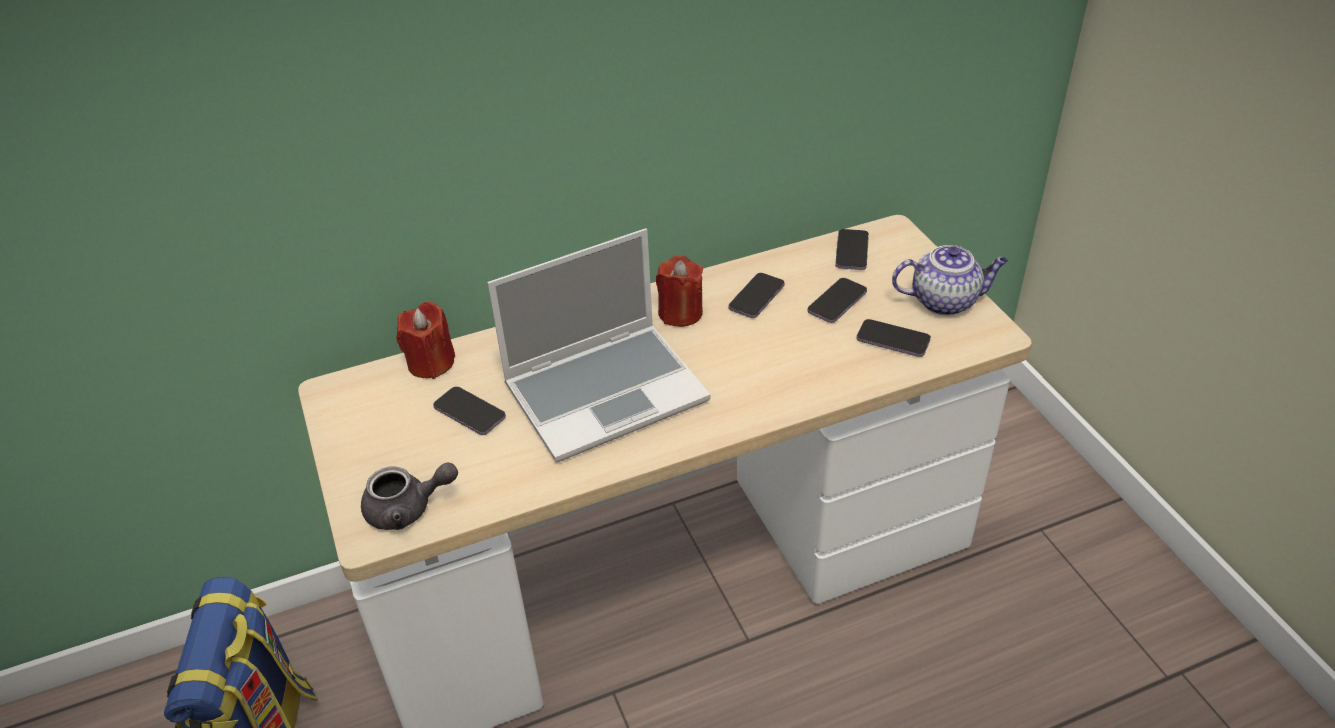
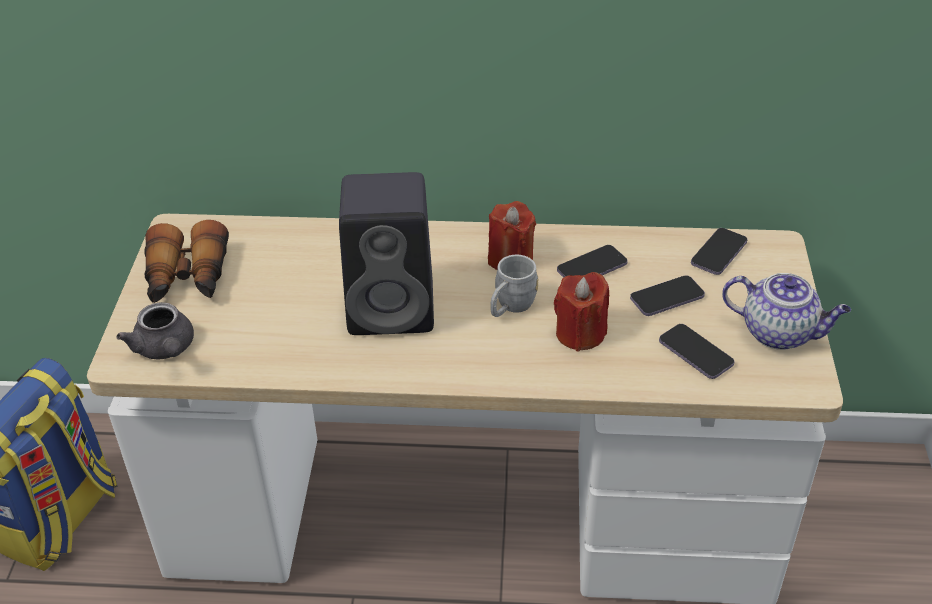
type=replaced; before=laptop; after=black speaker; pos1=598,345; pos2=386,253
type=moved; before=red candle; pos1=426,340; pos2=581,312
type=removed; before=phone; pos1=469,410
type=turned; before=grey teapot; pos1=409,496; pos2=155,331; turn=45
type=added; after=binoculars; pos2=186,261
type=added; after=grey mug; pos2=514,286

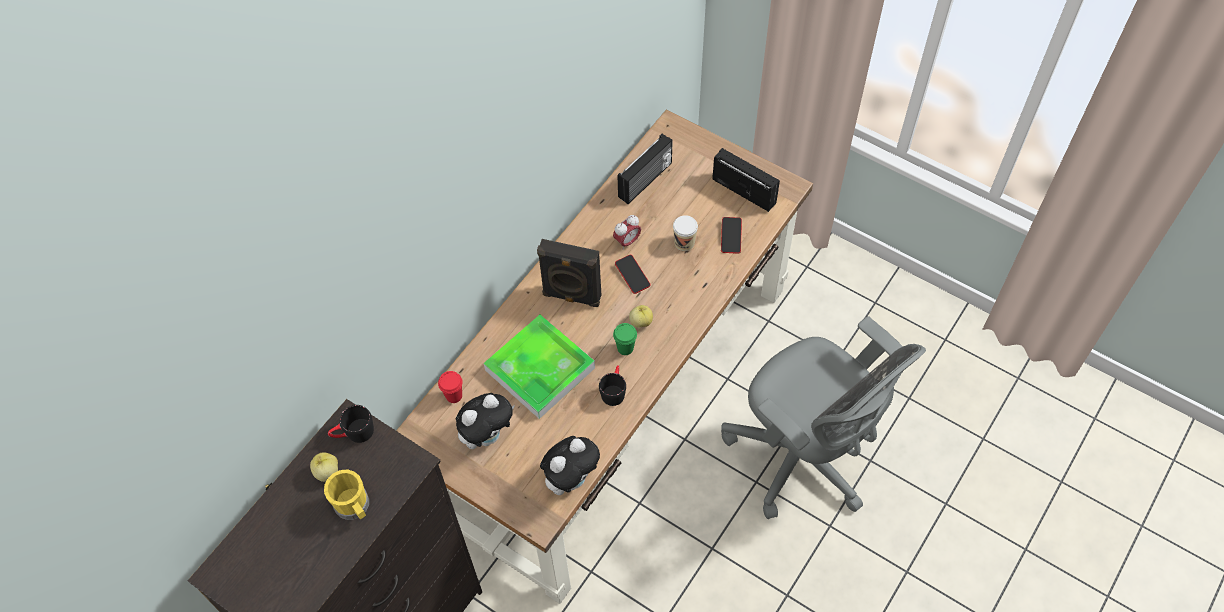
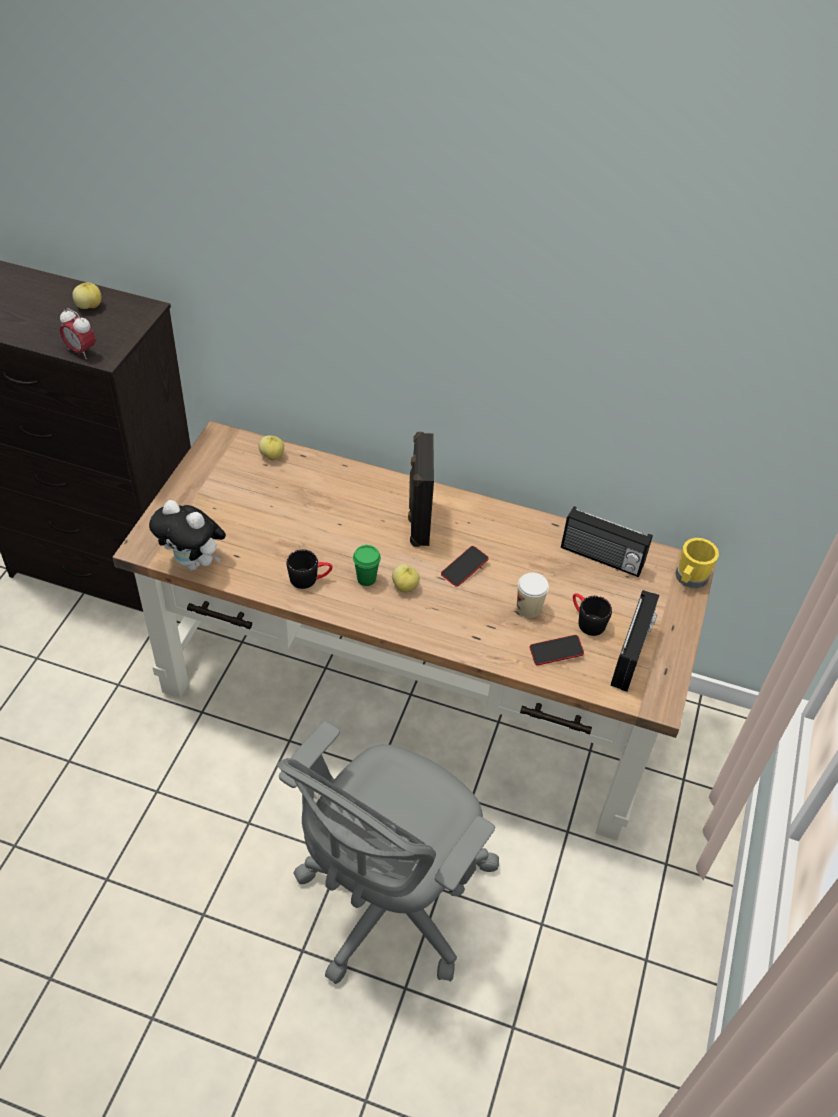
type=moved; before=alarm clock; pos1=627,232; pos2=78,333
type=removed; before=tray; pos1=539,367
type=replaced; before=red cup; after=apple; pos1=450,387; pos2=271,447
type=removed; before=plush toy; pos1=485,421
type=moved; before=black mug; pos1=351,424; pos2=592,614
type=moved; before=yellow mug; pos1=346,495; pos2=697,563

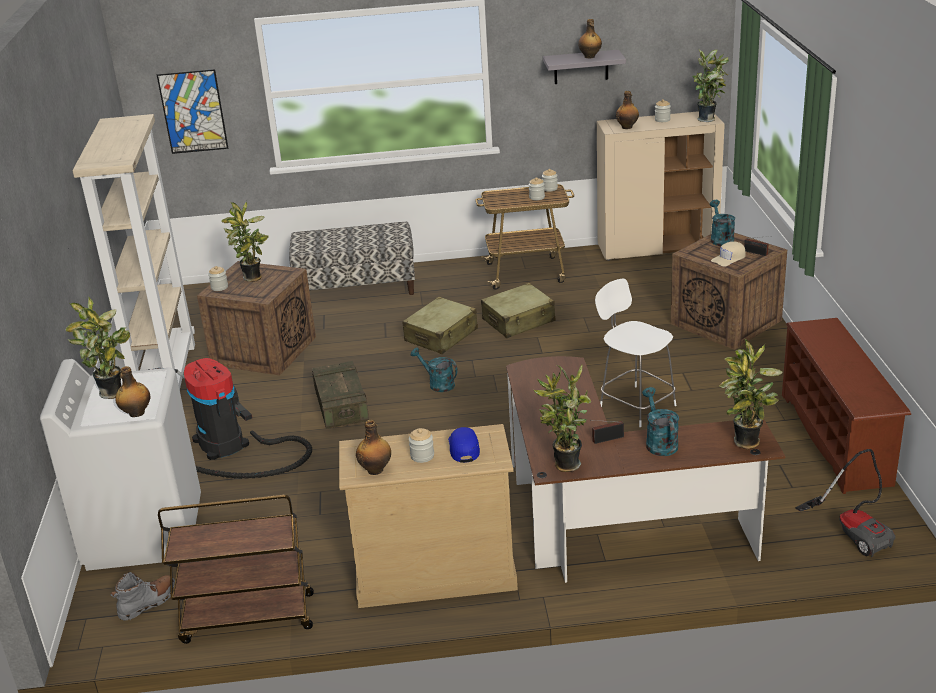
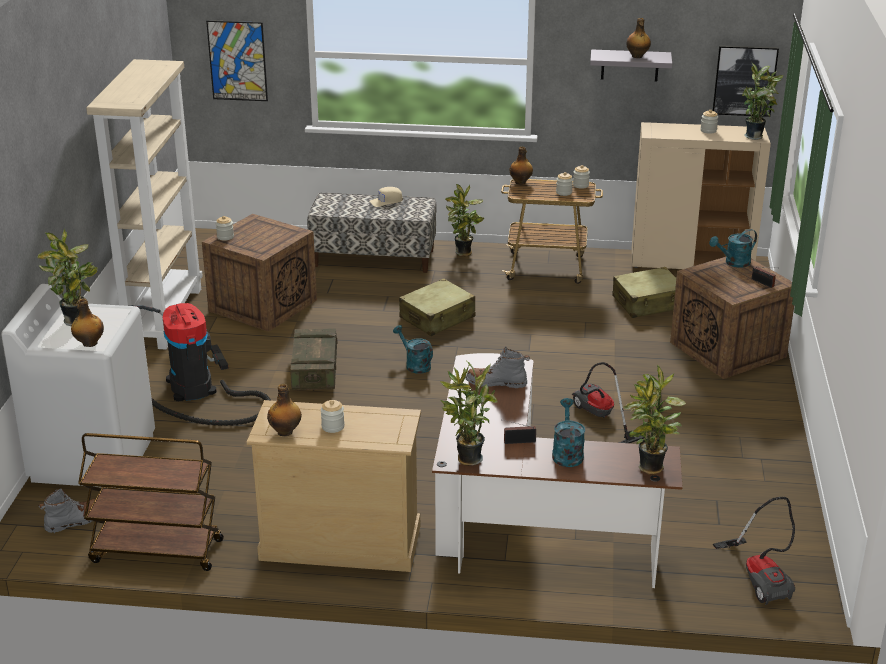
type=moved; before=bottle; pos1=627,110; pos2=521,166
type=turned; before=turquoise watering can; pos1=722,223; pos2=733,248; turn=-120
type=moved; before=potted plant; pos1=245,242; pos2=464,220
type=moved; before=beige cap; pos1=728,254; pos2=386,197
type=replaced; before=white chair; after=vacuum cleaner; pos1=635,353; pos2=608,402
type=moved; before=beige suitcase; pos1=518,310; pos2=644,292
type=removed; before=brown shoe rack; pos1=846,406
type=removed; before=blue cap; pos1=464,445
type=added; after=picture; pos2=745,81
type=added; after=grey boot; pos2=497,367

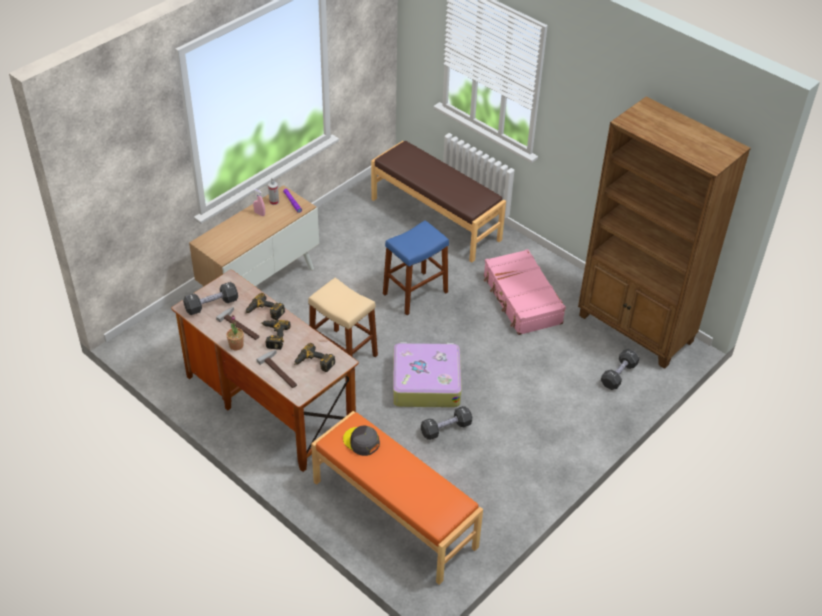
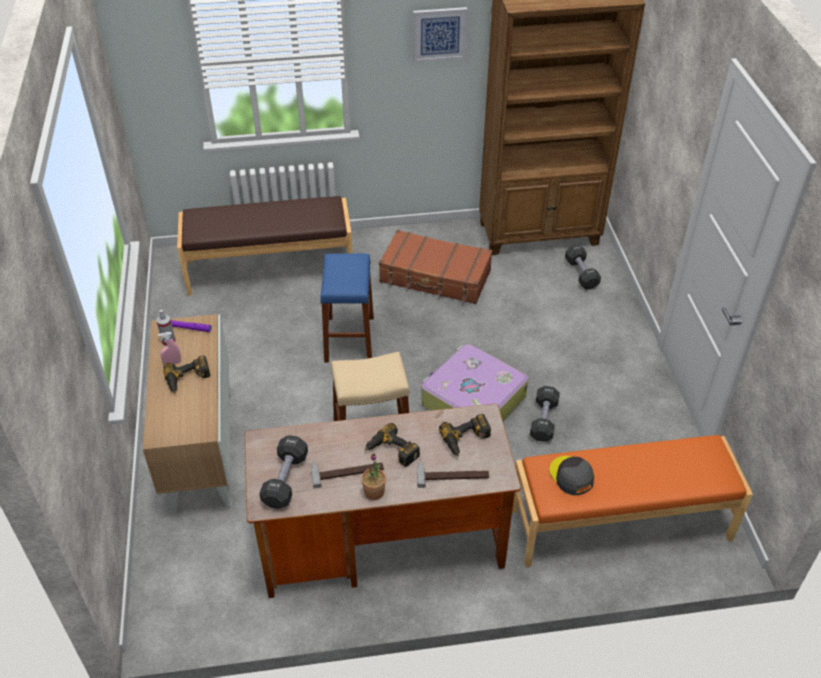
type=recoloured; before=pink suitcase; after=brown suitcase; pos1=525,292; pos2=435,267
type=moved; before=power drill; pos1=265,306; pos2=187,374
type=turned; before=grey cap; pos1=361,440; pos2=572,476; turn=75
type=added; after=picture; pos2=440,35

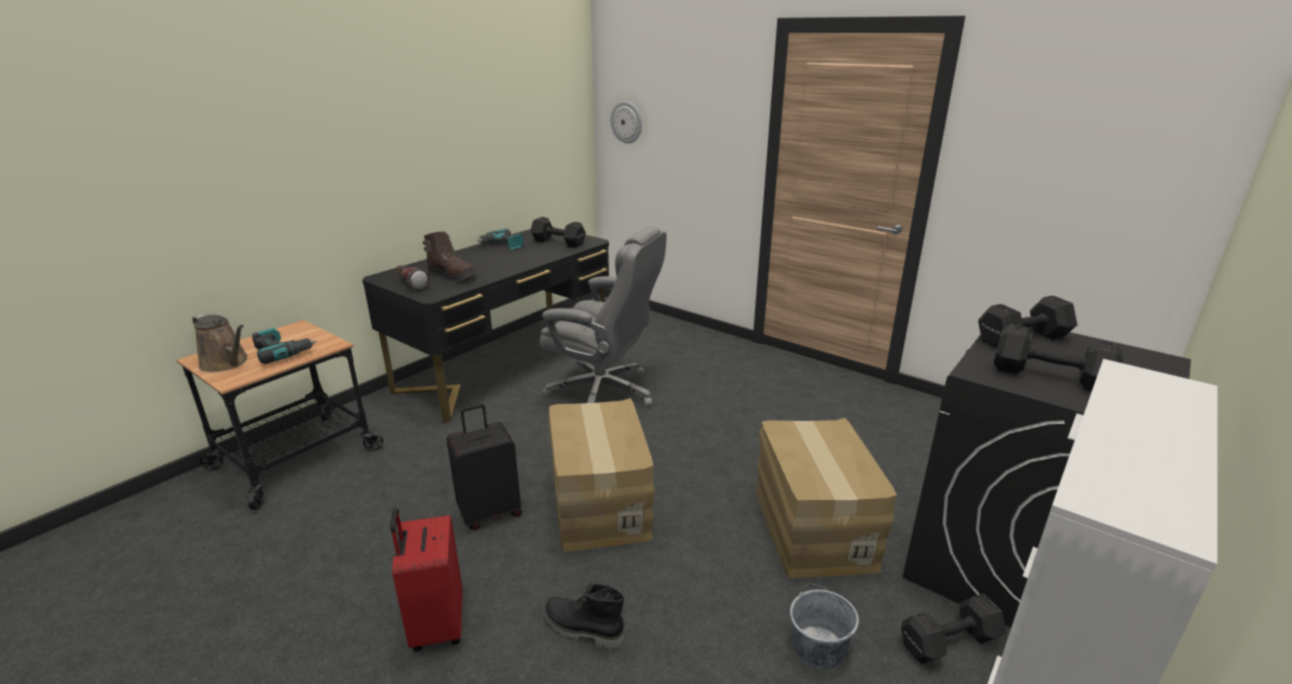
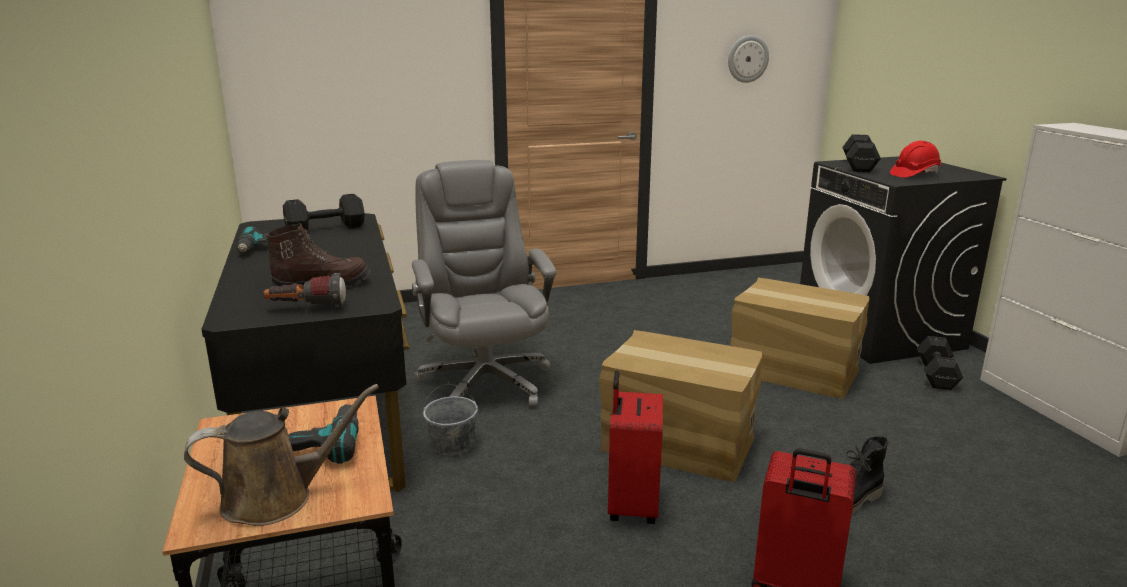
type=moved; before=wall clock; pos1=626,122; pos2=748,59
type=turned; before=grey office chair; pos1=603,316; pos2=484,283; turn=-75
type=replaced; before=black dumbbell; after=red hard hat; pos1=1058,357; pos2=915,159
type=recoloured; before=black suitcase; after=red suitcase; pos1=484,467; pos2=635,447
type=moved; before=grey bucket; pos1=824,626; pos2=450,420

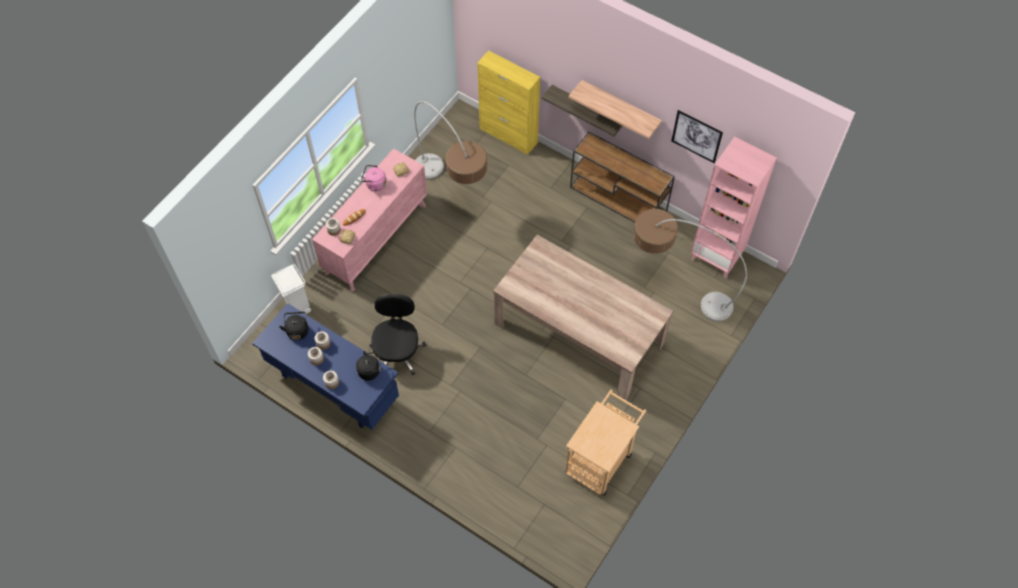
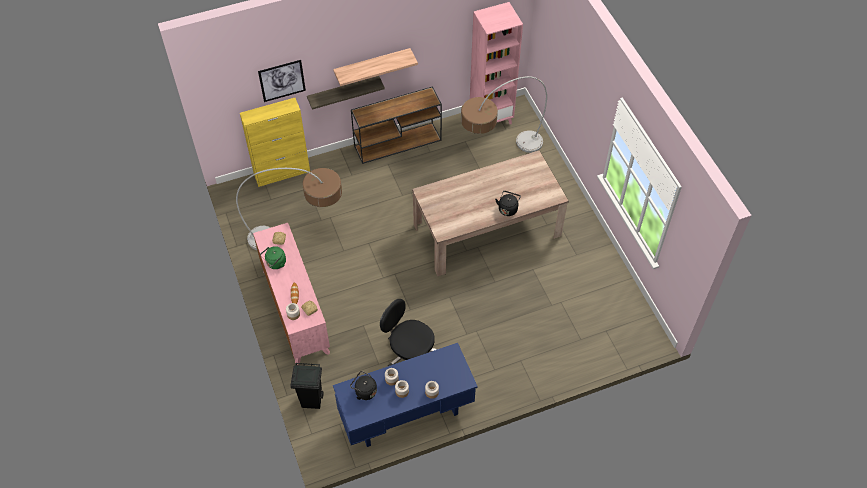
type=moved; before=picture; pos1=697,136; pos2=282,81
type=recoloured; before=pink kettle; after=green kettle; pos1=374,178; pos2=273,257
type=recoloured; before=white trash can; after=black trash can; pos1=291,289; pos2=307,386
type=moved; before=black kettle; pos1=369,365; pos2=508,203
type=removed; before=beige cart; pos1=605,442

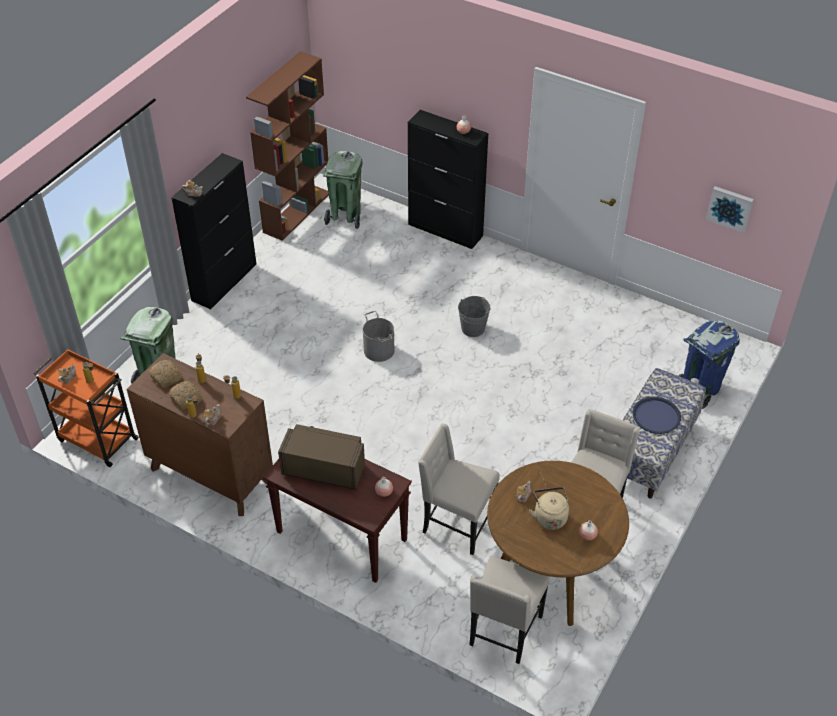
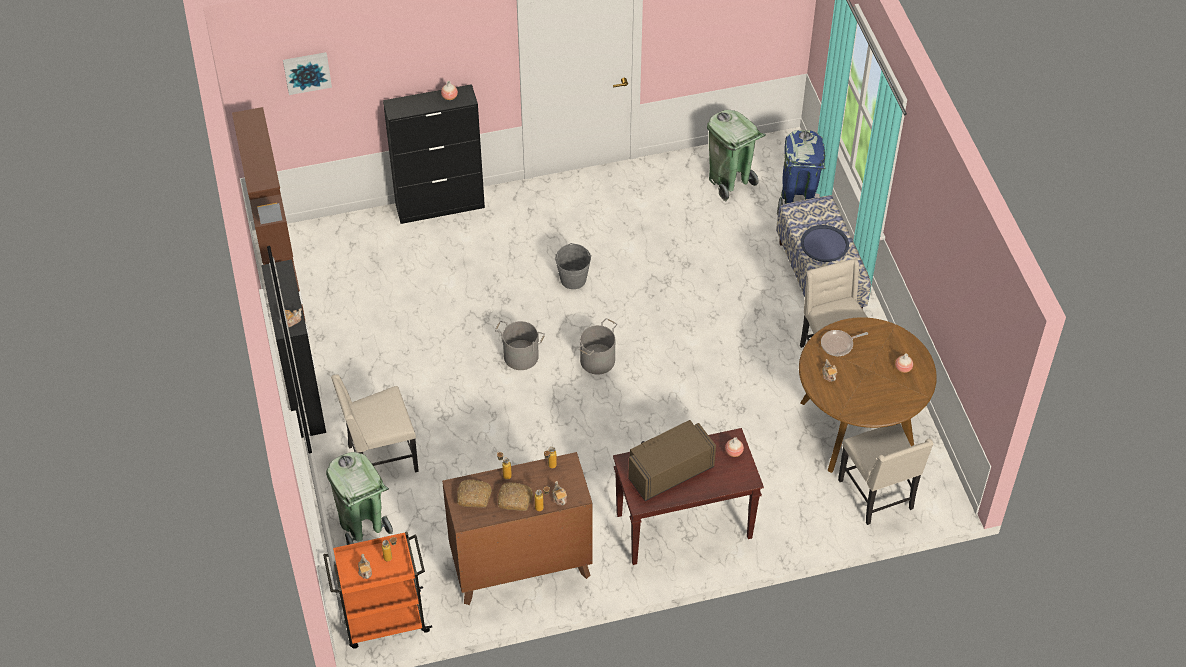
type=moved; before=green trash can; pos1=343,190; pos2=736,155
type=moved; before=picture; pos1=730,209; pos2=307,73
type=moved; before=beige chair; pos1=459,489; pos2=375,424
type=removed; before=beige kettle; pos1=549,508
type=added; after=grey bucket; pos2=597,346
type=added; after=frying pan; pos2=844,343

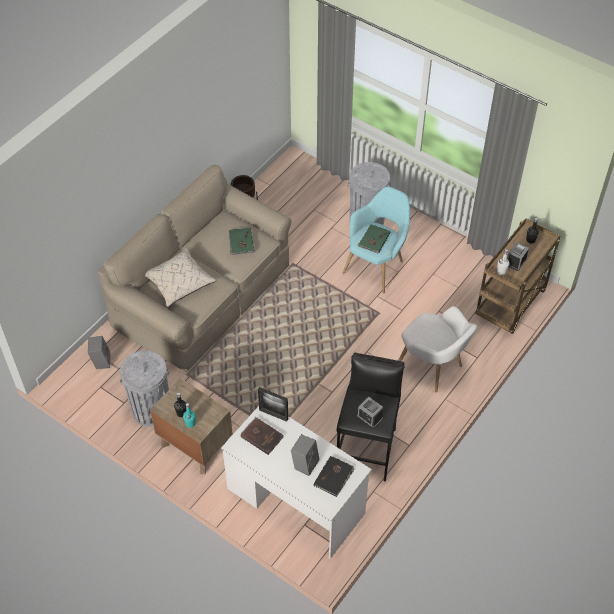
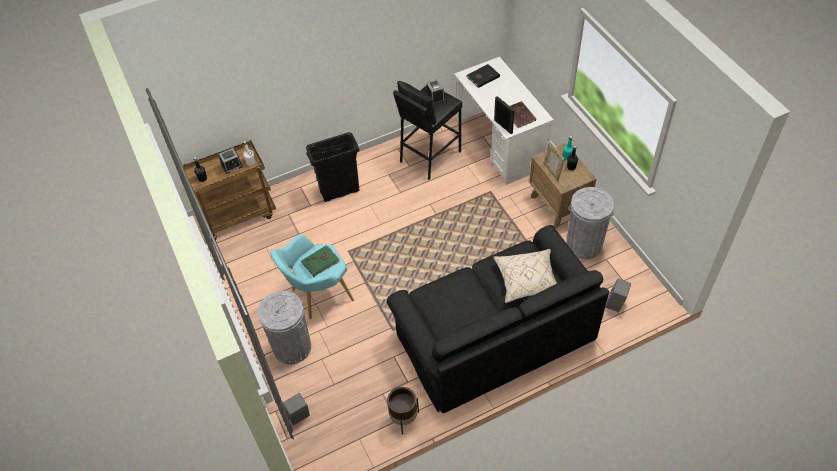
type=recoloured; before=beige sofa; after=black sofa; pos1=194,268; pos2=498,319
type=removed; before=green book; pos1=241,241
type=replaced; before=white armchair; after=black trash can; pos1=437,349; pos2=333,167
type=moved; before=grey speaker; pos1=305,455; pos2=296,408
type=added; after=picture frame; pos2=554,161

